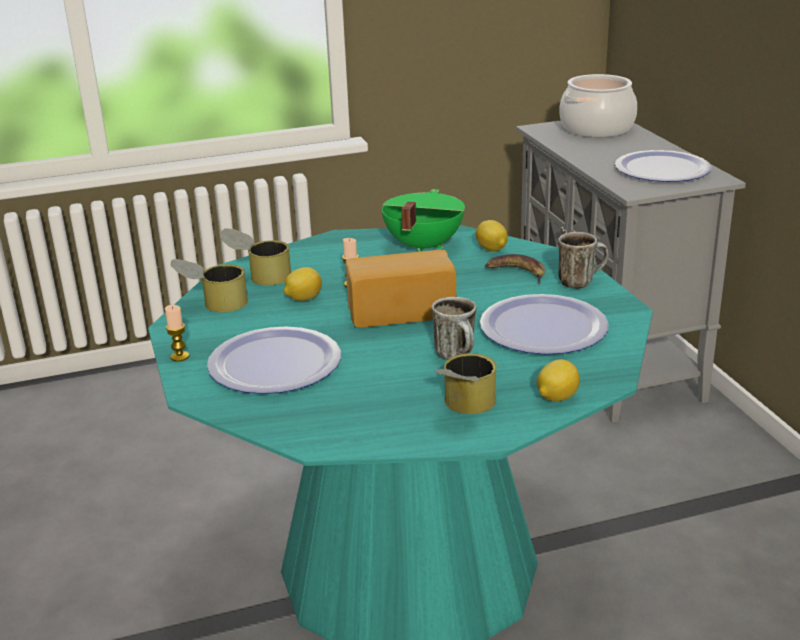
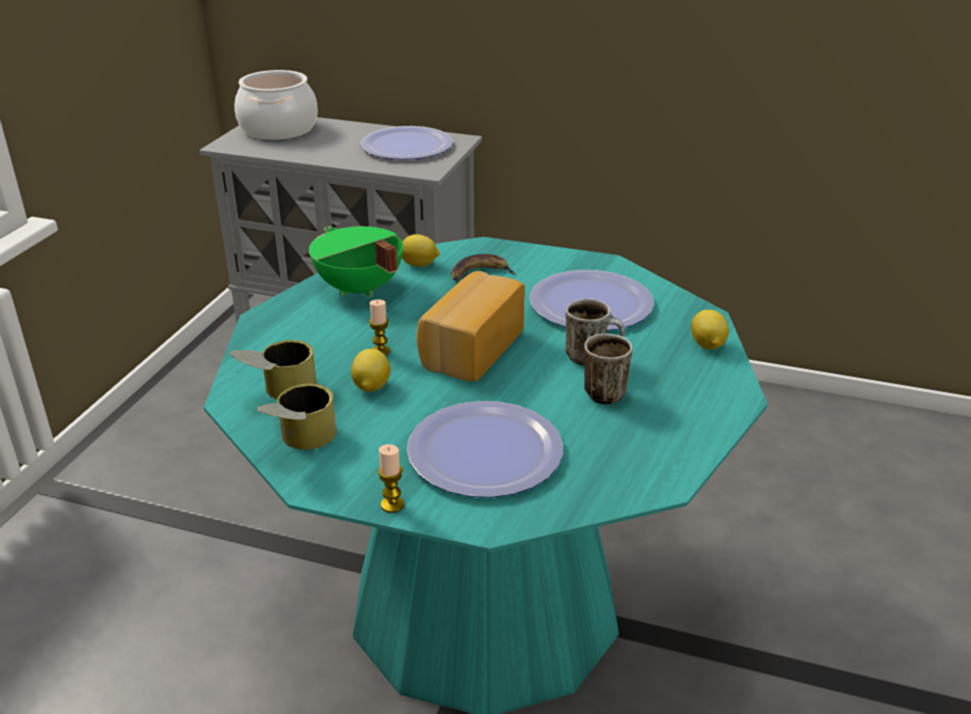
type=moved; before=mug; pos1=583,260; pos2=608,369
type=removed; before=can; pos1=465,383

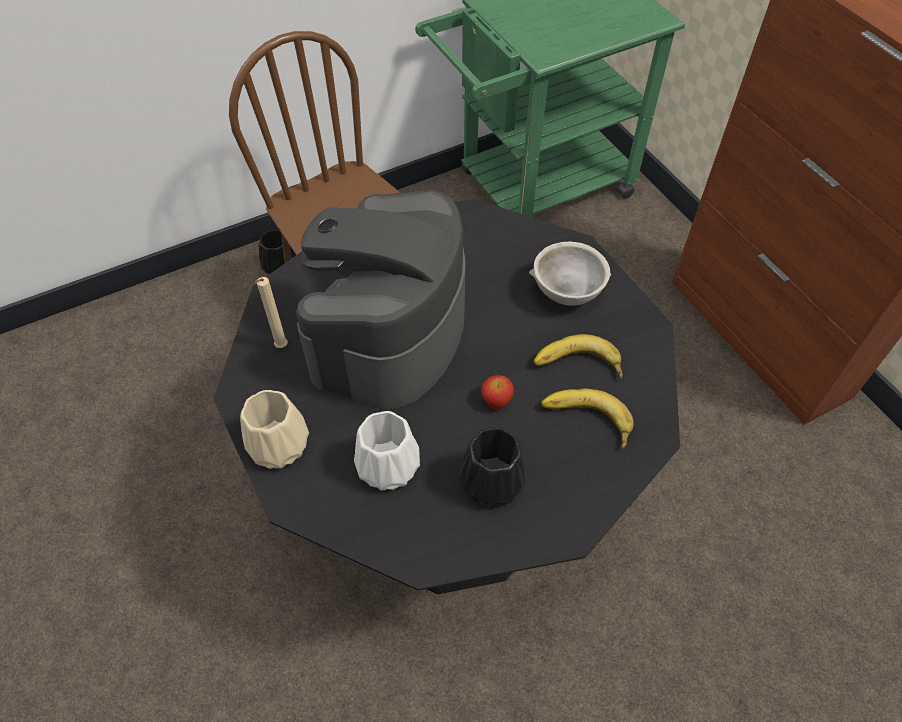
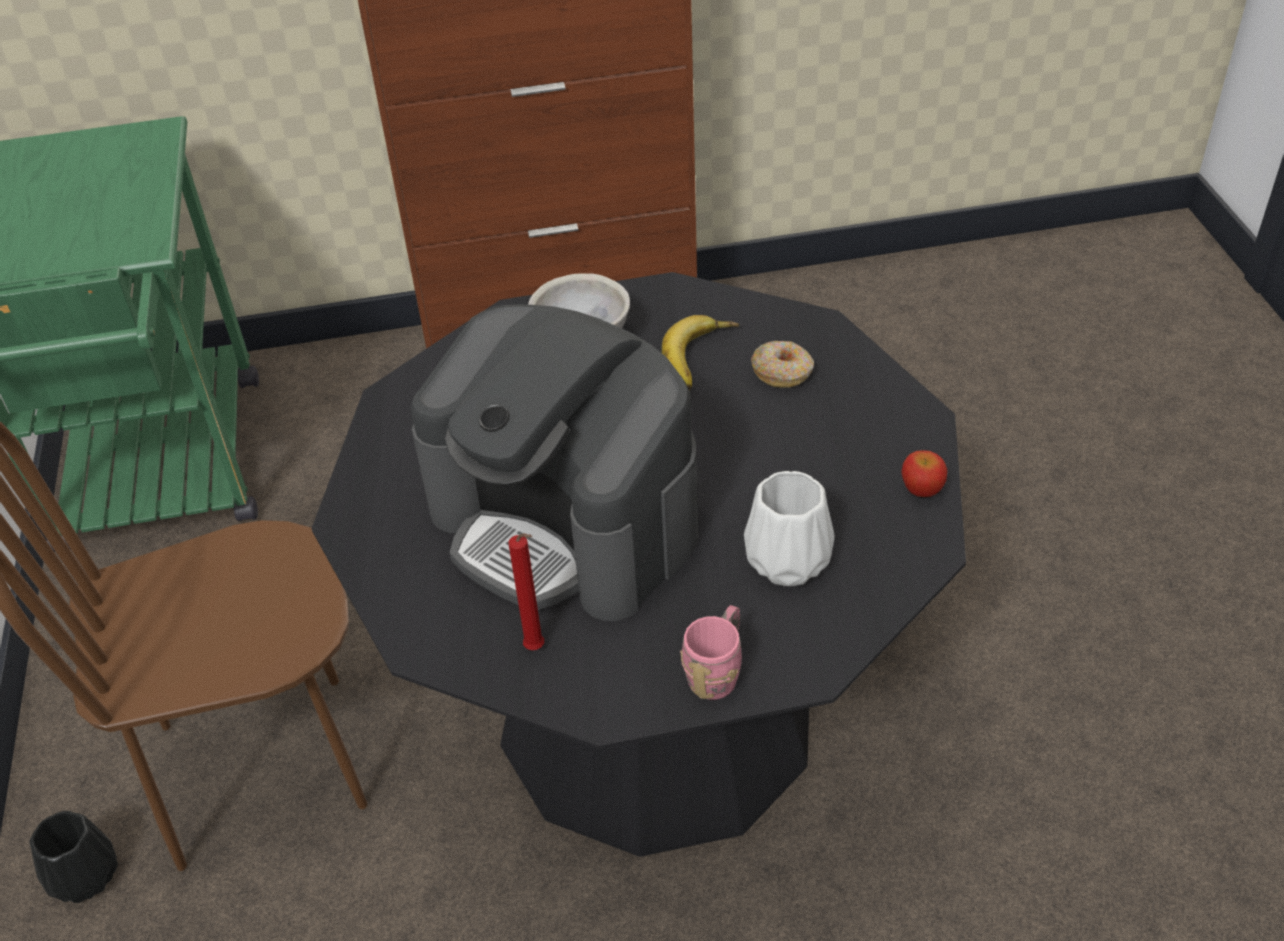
type=recoloured; before=beige candle; after=red candle; pos1=271,312; pos2=526,591
type=moved; before=apple; pos1=497,392; pos2=924,473
type=replaced; before=banana; after=donut; pos1=587,419; pos2=782,364
type=replaced; before=beige vase; after=pink mug; pos1=274,429; pos2=711,652
type=removed; before=black vase; pos1=493,467

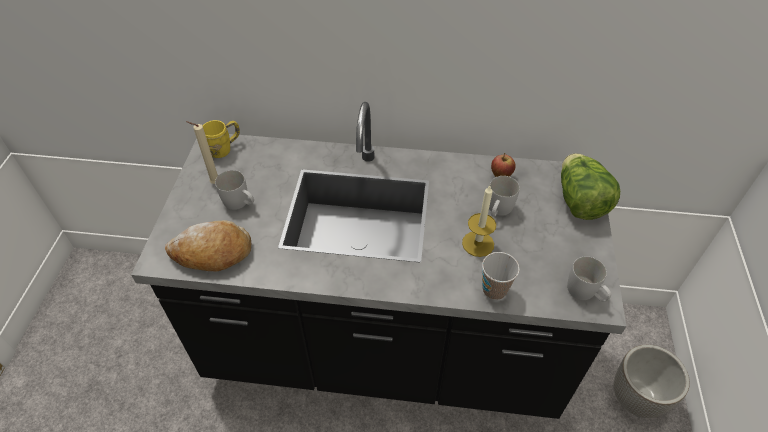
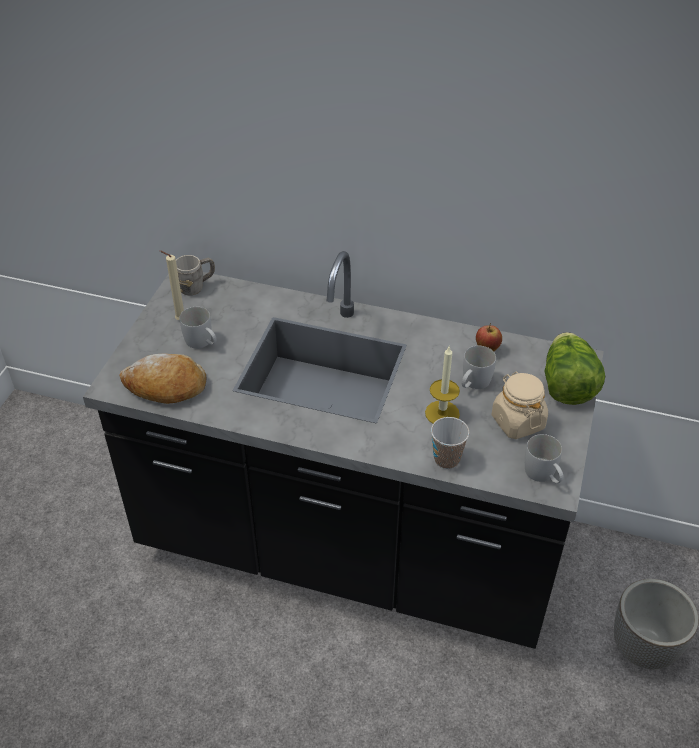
type=recoloured; before=yellow mug; after=grey mug; pos1=221,139; pos2=195,275
type=added; after=beige jar; pos2=520,405

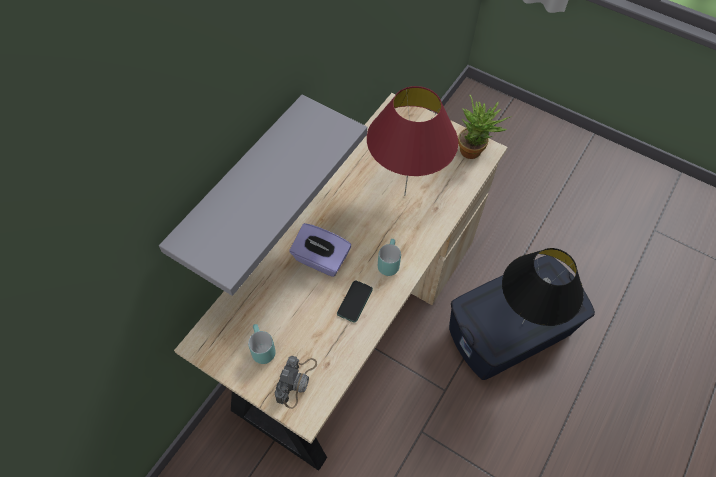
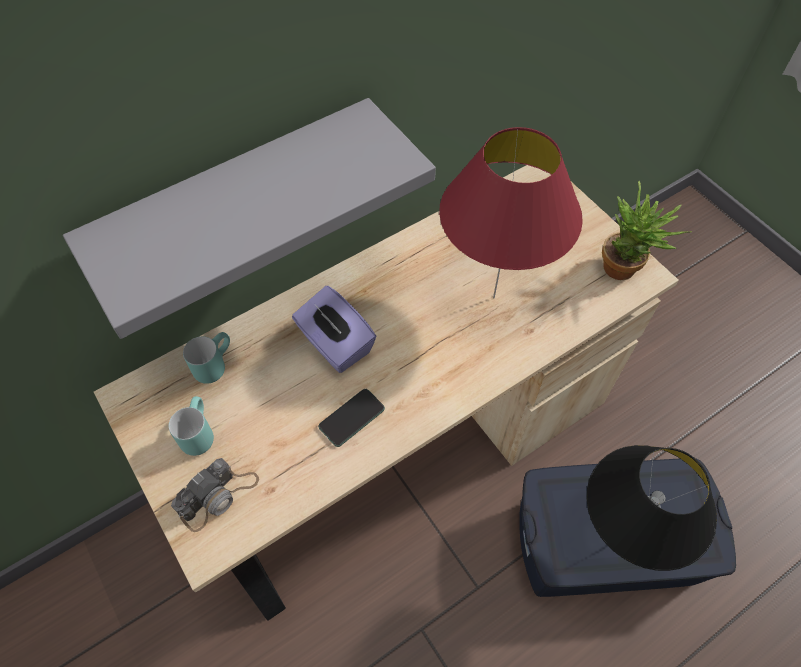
type=moved; before=turquoise mug; pos1=389,257; pos2=206,358

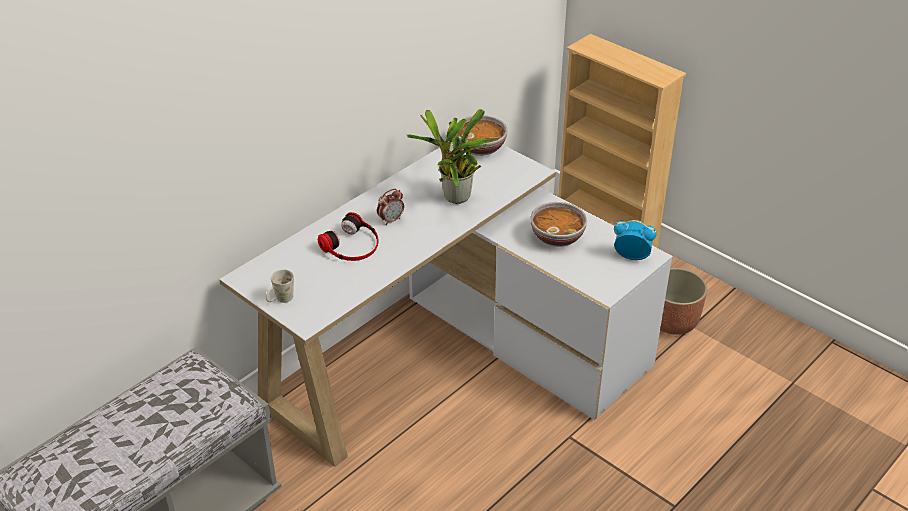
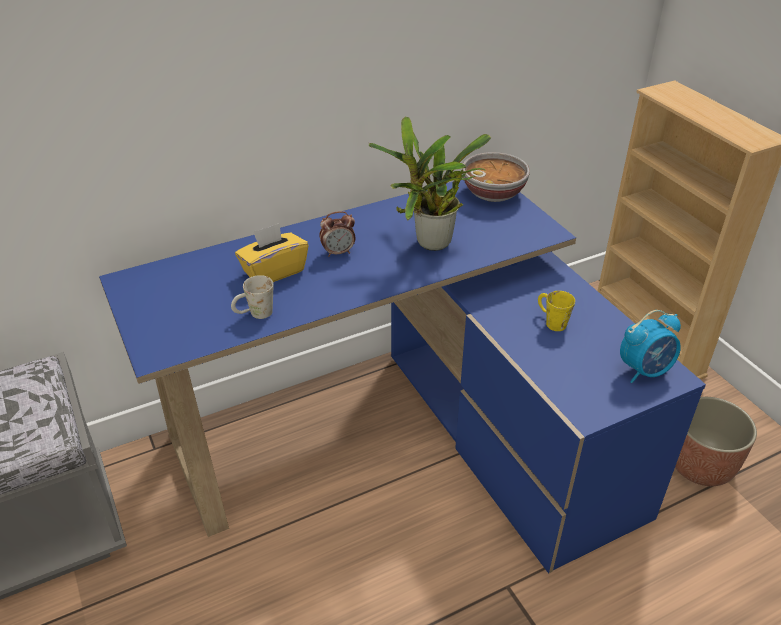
type=recoloured; before=white desk; after=blue desk; pos1=446,305; pos2=402,377
type=replaced; before=bowl; after=yellow mug; pos1=558,224; pos2=556,311
type=replaced; before=headphones; after=yellow tissue box; pos1=348,236; pos2=271,252
type=turned; before=alarm clock; pos1=635,240; pos2=650,346; turn=120
type=moved; before=white mug; pos1=280,286; pos2=252,297

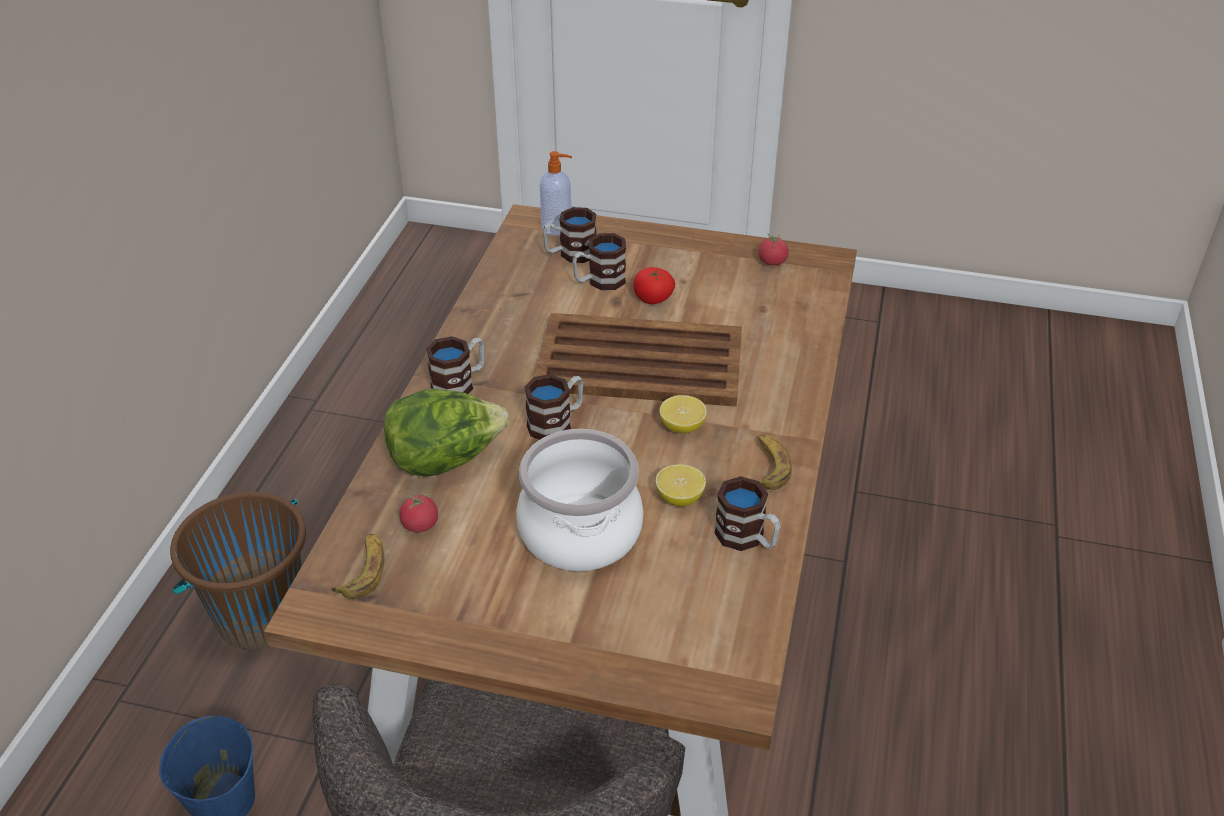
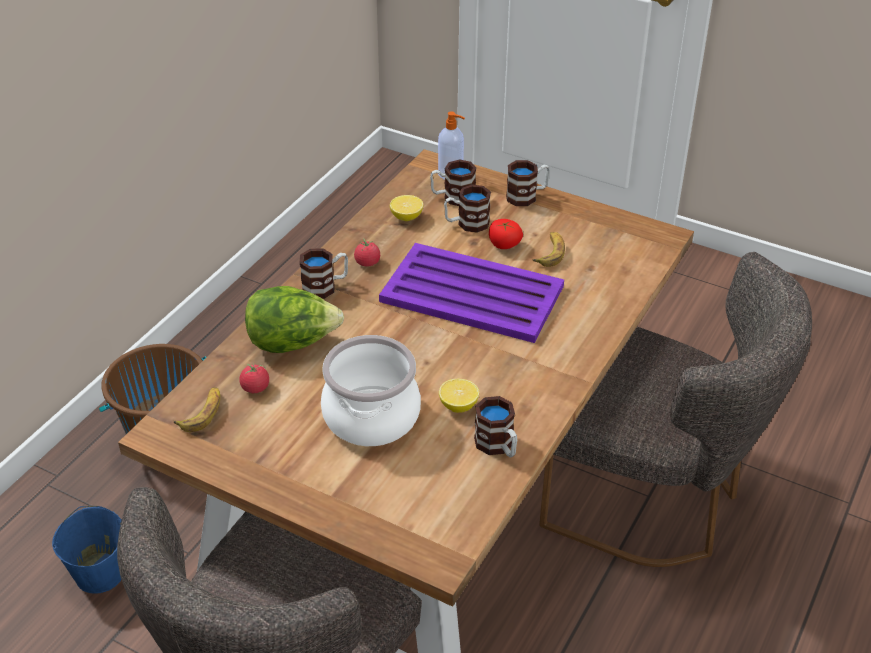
type=moved; before=tomato; pos1=773,249; pos2=367,252
type=recoloured; before=brown tray; after=purple tray; pos1=638,360; pos2=471,293
type=moved; before=mug; pos1=553,407; pos2=528,183
type=moved; before=lemon; pos1=683,414; pos2=406,208
type=moved; before=banana; pos1=775,462; pos2=548,249
type=added; after=grey chair; pos2=675,409

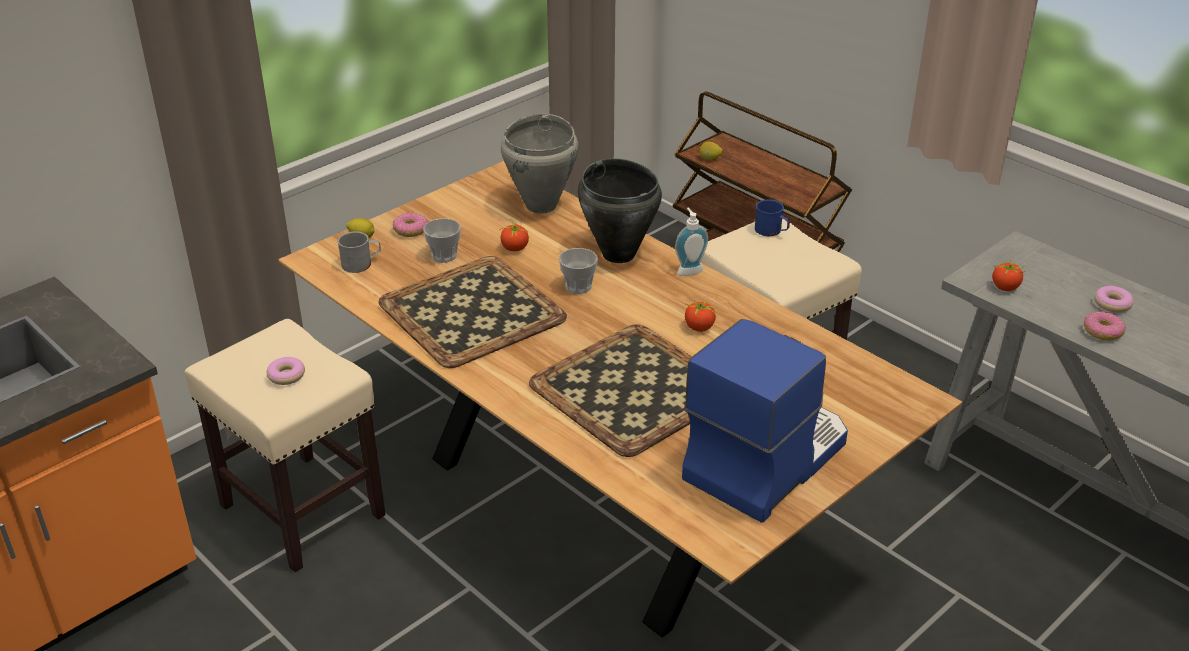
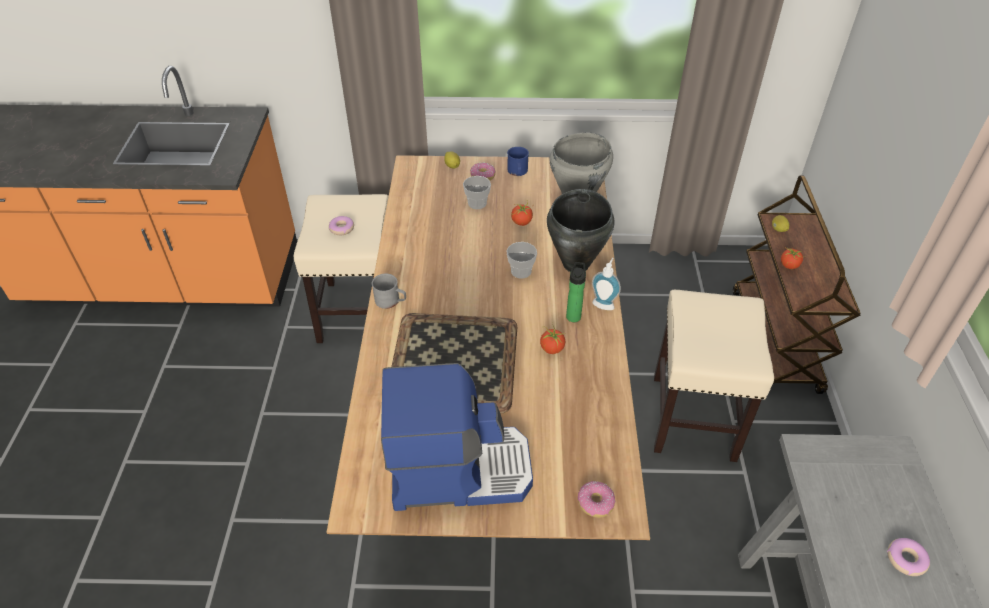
type=moved; before=blue mug; pos1=772,217; pos2=518,161
type=moved; before=grey mug; pos1=359,252; pos2=389,291
type=removed; before=tray; pos1=472,312
type=moved; before=tomato; pos1=1008,275; pos2=792,258
type=moved; before=donut; pos1=1105,326; pos2=597,499
type=added; after=bottle; pos2=576,292

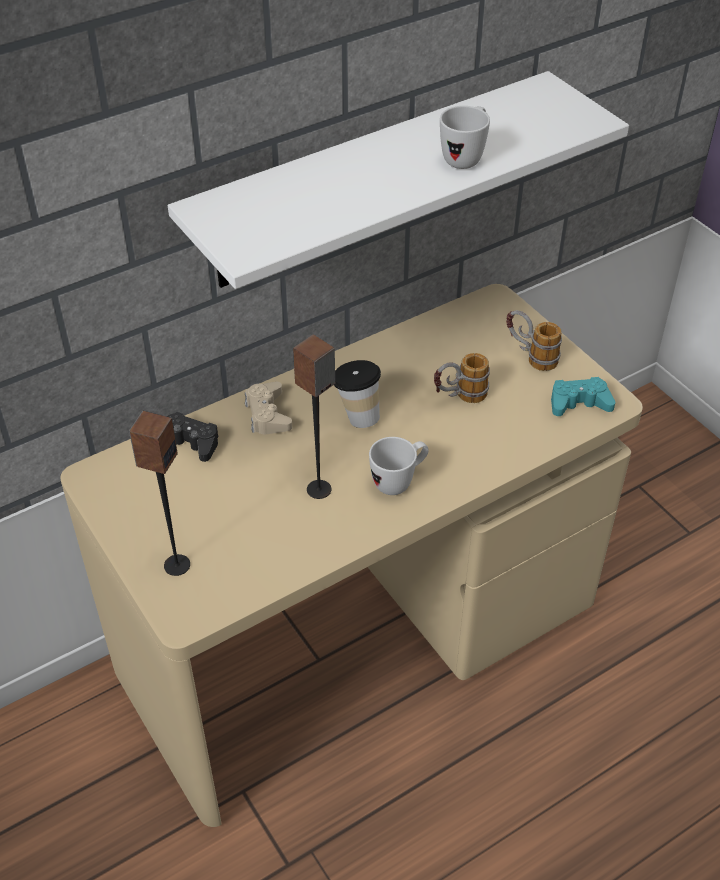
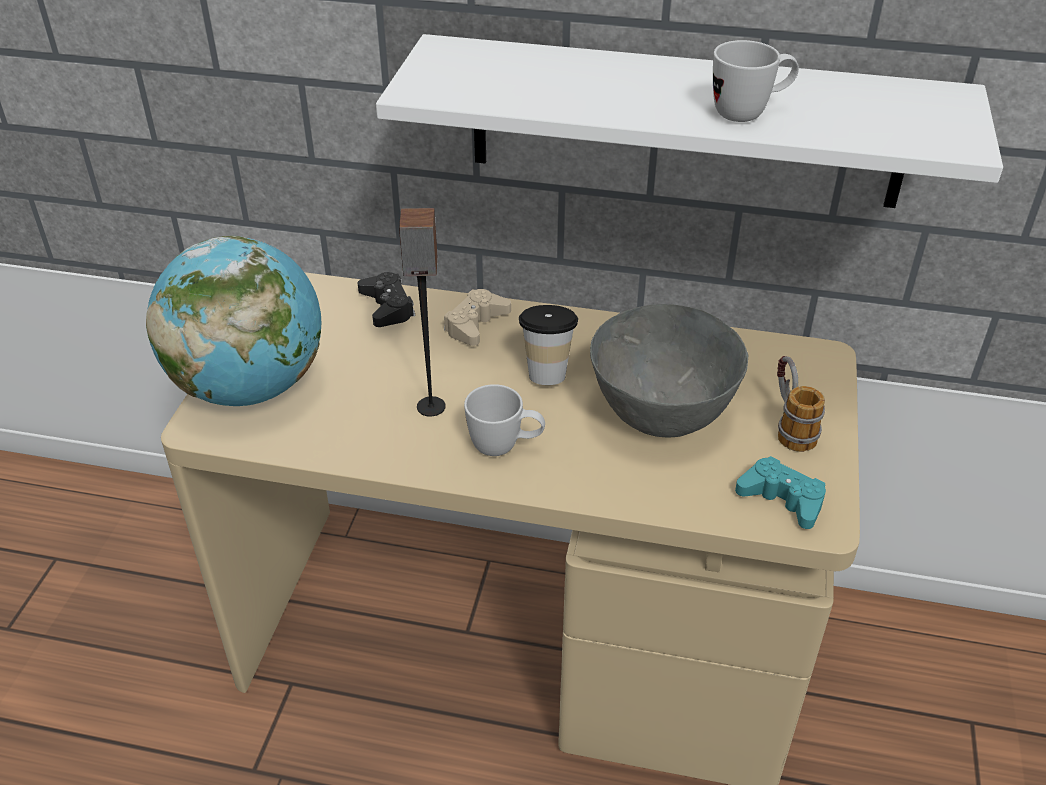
type=replaced; before=mug; after=grey bowl; pos1=462,378; pos2=669,370
type=replaced; before=speaker; after=globe; pos1=159,493; pos2=233,321

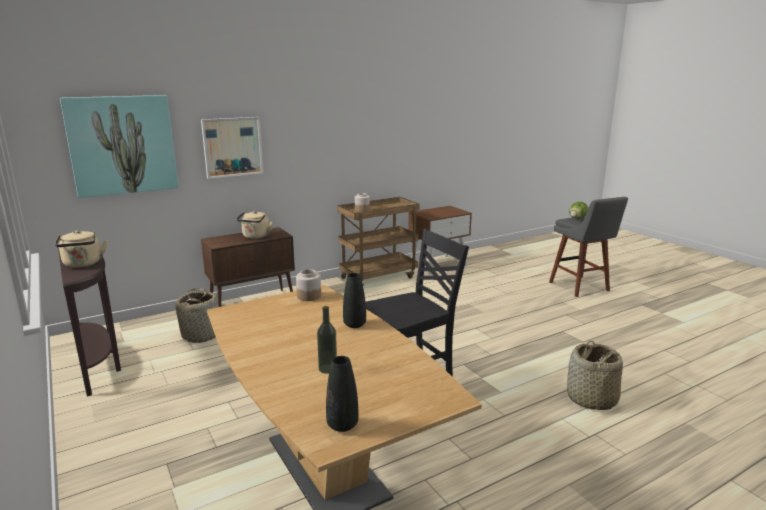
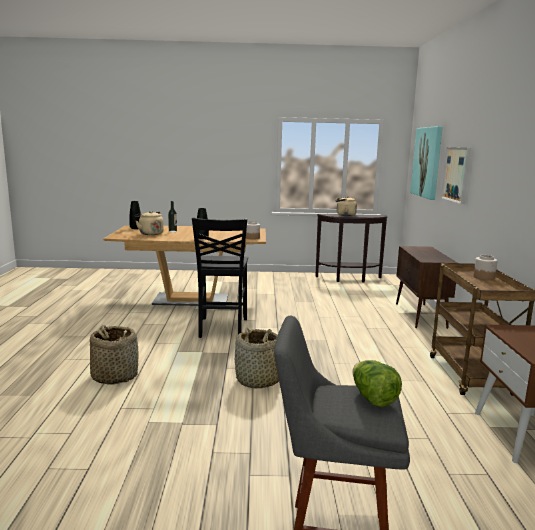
type=moved; before=beige kettle; pos1=254,225; pos2=149,223
type=moved; before=basket; pos1=197,315; pos2=257,358

